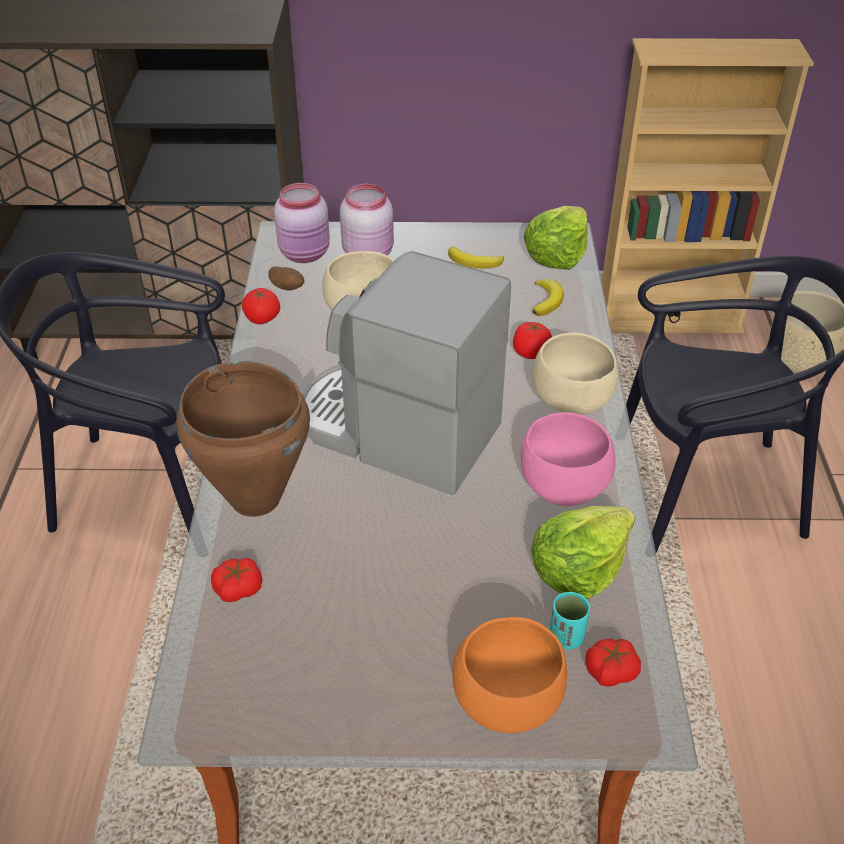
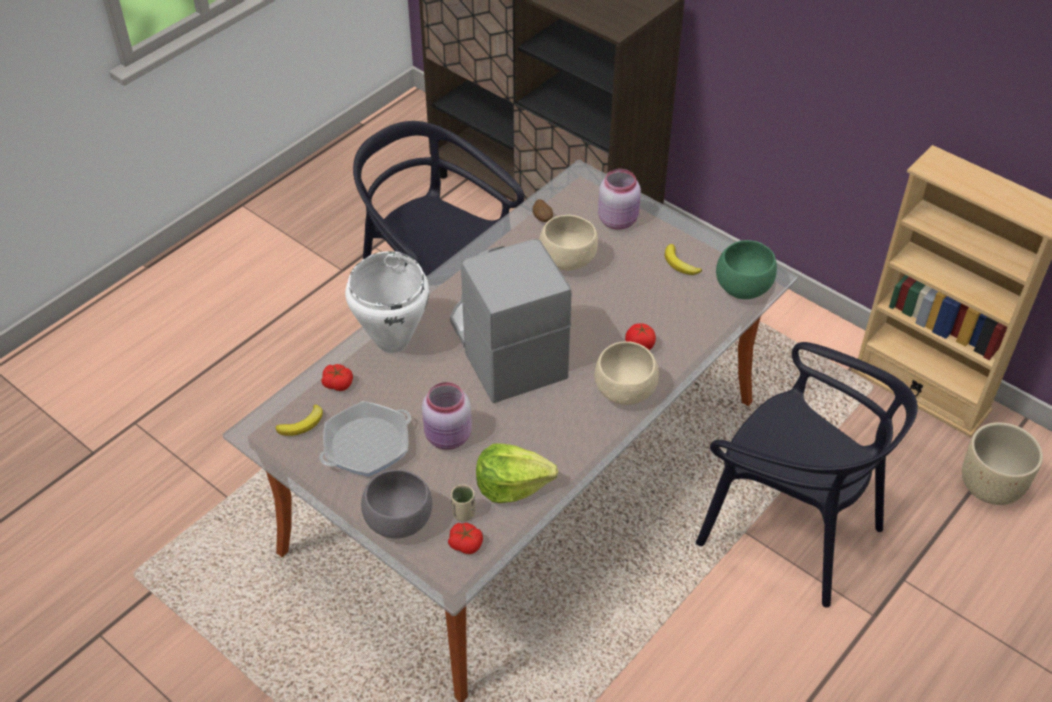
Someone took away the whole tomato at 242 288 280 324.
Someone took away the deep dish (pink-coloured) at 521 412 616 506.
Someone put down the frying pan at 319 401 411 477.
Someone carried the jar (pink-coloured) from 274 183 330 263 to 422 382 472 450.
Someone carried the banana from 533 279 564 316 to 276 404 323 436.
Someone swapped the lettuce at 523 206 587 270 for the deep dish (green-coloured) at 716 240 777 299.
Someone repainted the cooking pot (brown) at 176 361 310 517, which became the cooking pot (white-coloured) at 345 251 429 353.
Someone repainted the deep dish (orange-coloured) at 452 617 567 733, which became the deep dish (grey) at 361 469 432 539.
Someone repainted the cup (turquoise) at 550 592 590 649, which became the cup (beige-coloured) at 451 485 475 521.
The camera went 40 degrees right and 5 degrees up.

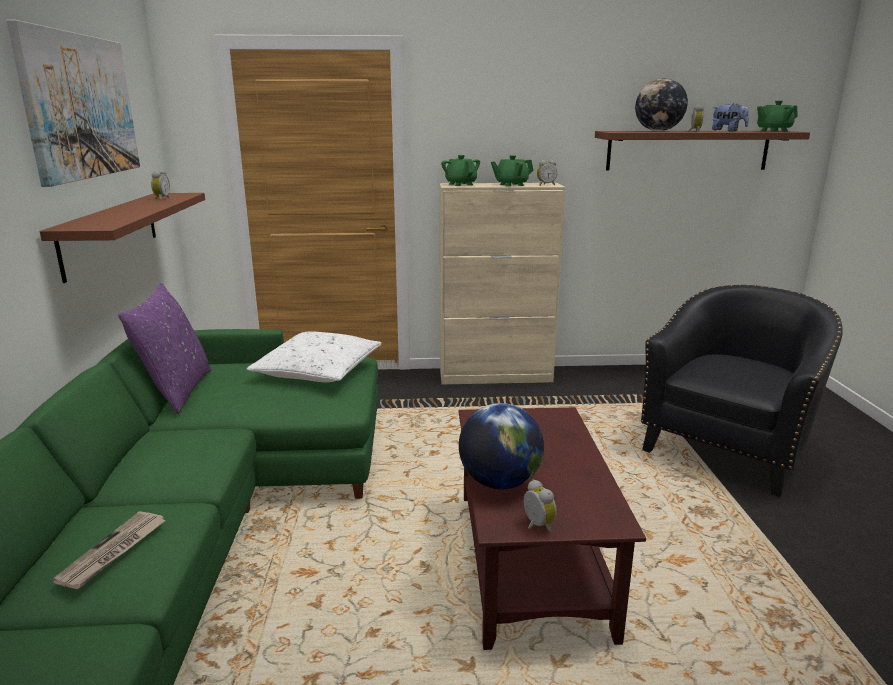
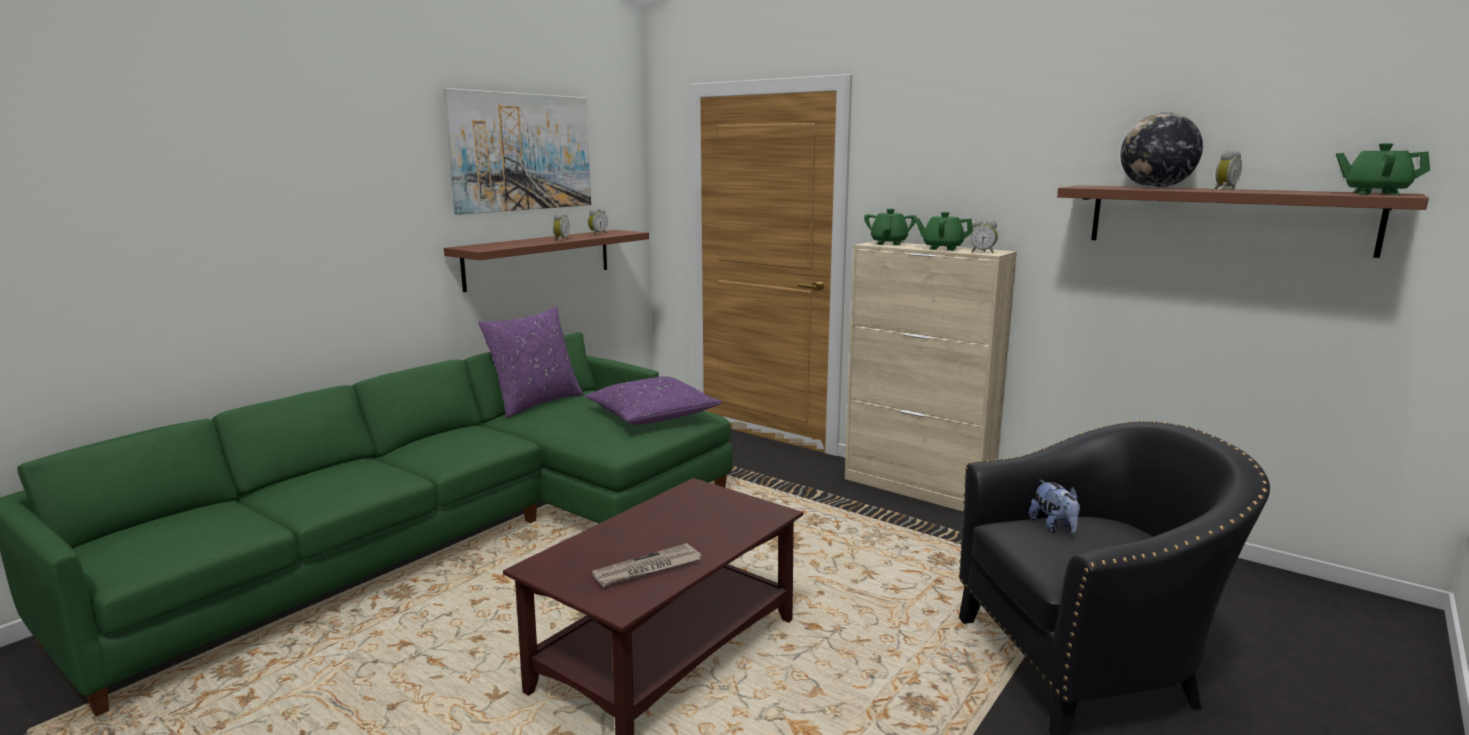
Someone took away the desk globe at 459 403 544 489.
Someone carried the printed paper from 52 511 166 589 to 592 543 702 587.
Someone carried the table clock from 524 479 557 533 to 553 212 570 241.
Someone carried the plush toy from 712 103 749 132 to 1029 480 1080 534.
Someone repainted the throw pillow (white-coloured) at 247 331 382 382, which became the throw pillow (purple-coloured) at 585 376 722 425.
The camera went 40 degrees right and 5 degrees down.

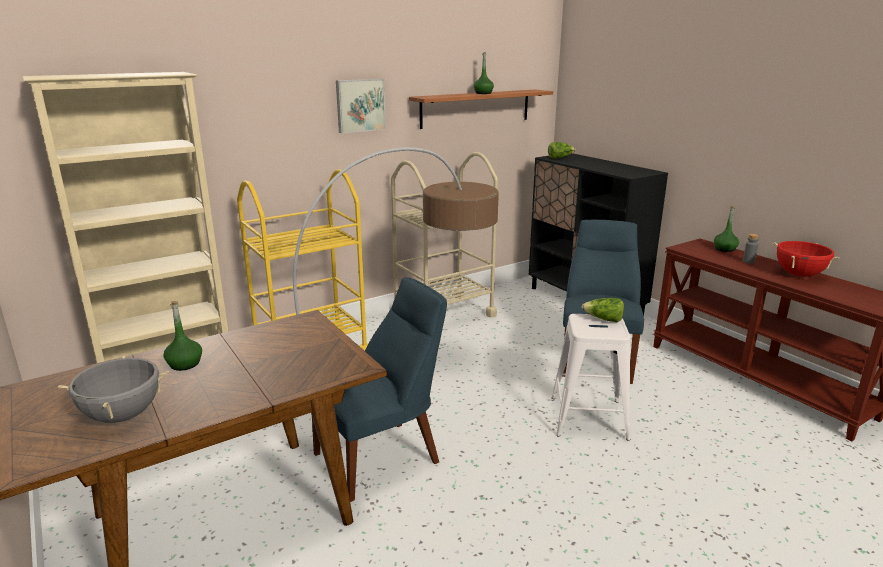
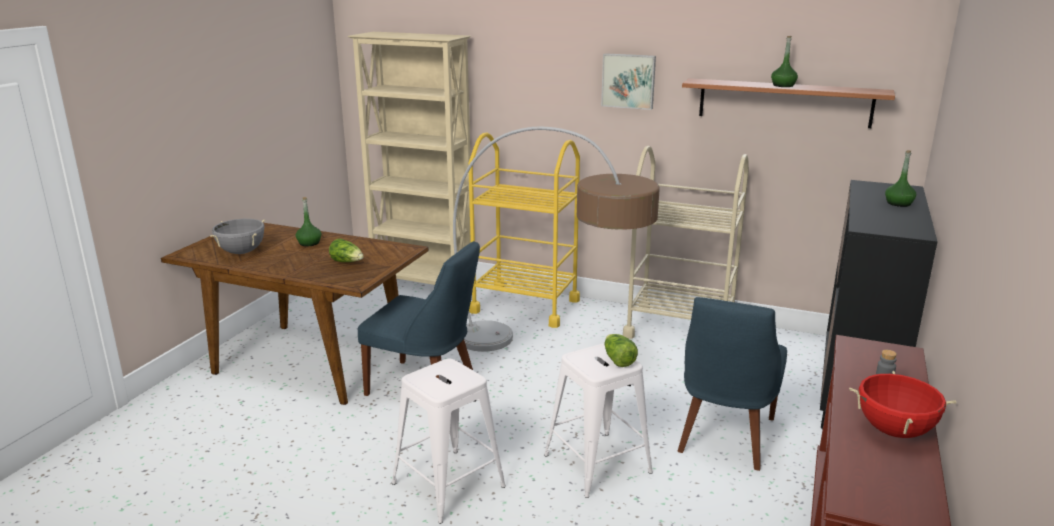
Someone put down the stool (white-coloured) at 392 359 506 524.
Someone carried the lettuce from 548 142 575 159 to 329 238 364 262.
Someone carried the bottle (green-coloured) from 714 206 739 252 to 885 150 916 207.
Someone rotated the chair (bluish) at 562 220 644 384 by 135 degrees clockwise.
The camera went 55 degrees right and 0 degrees up.

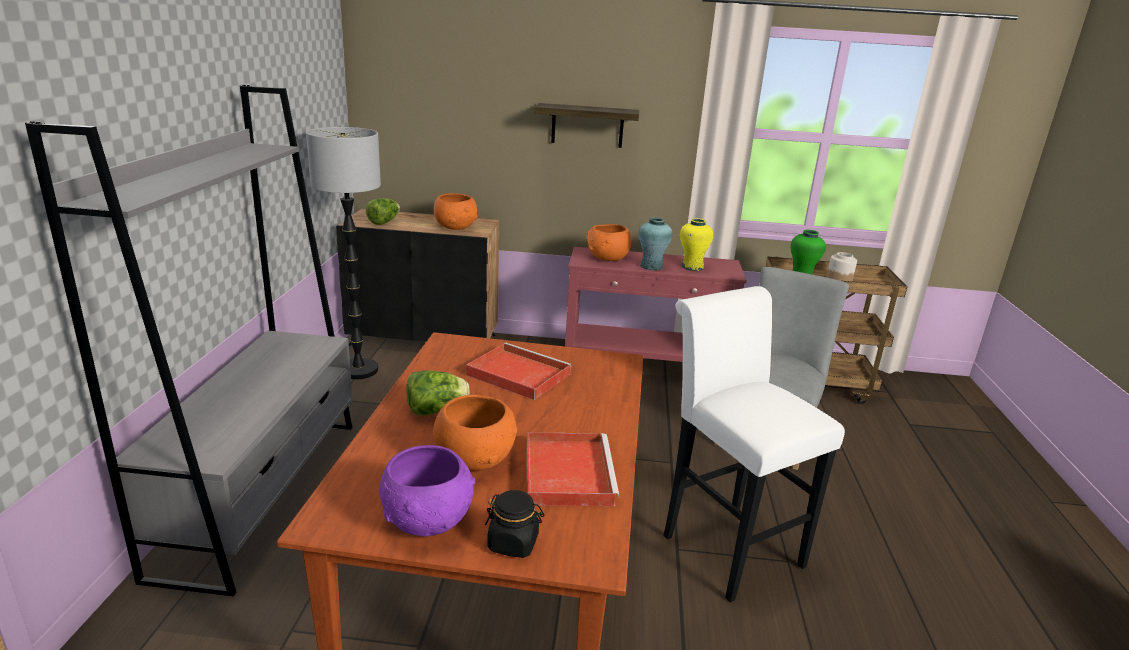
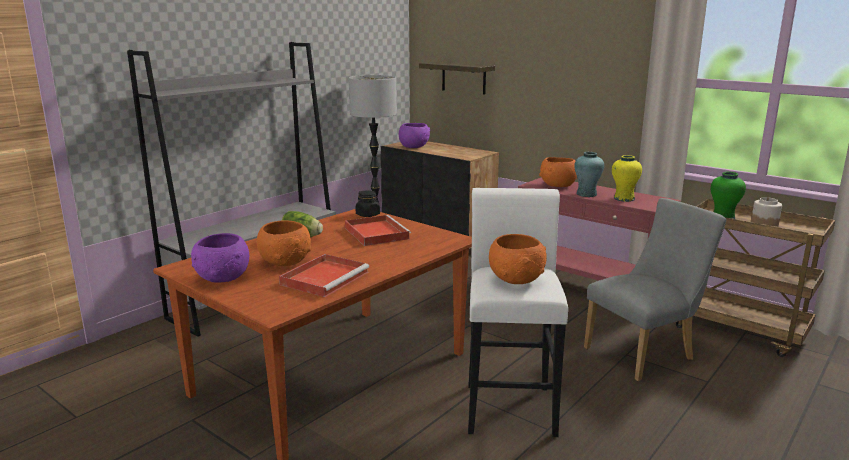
Someone carried the deep dish (orange-coloured) from 434 193 478 230 to 489 234 547 284.
Someone carried the jar (blackish) from 485 490 545 558 to 355 190 380 217.
Someone carried the shelf from 534 103 639 148 to 419 62 495 94.
Someone swapped the lettuce at 366 198 400 225 for the deep dish (purple-coloured) at 399 123 430 148.
The camera went 35 degrees right and 5 degrees down.

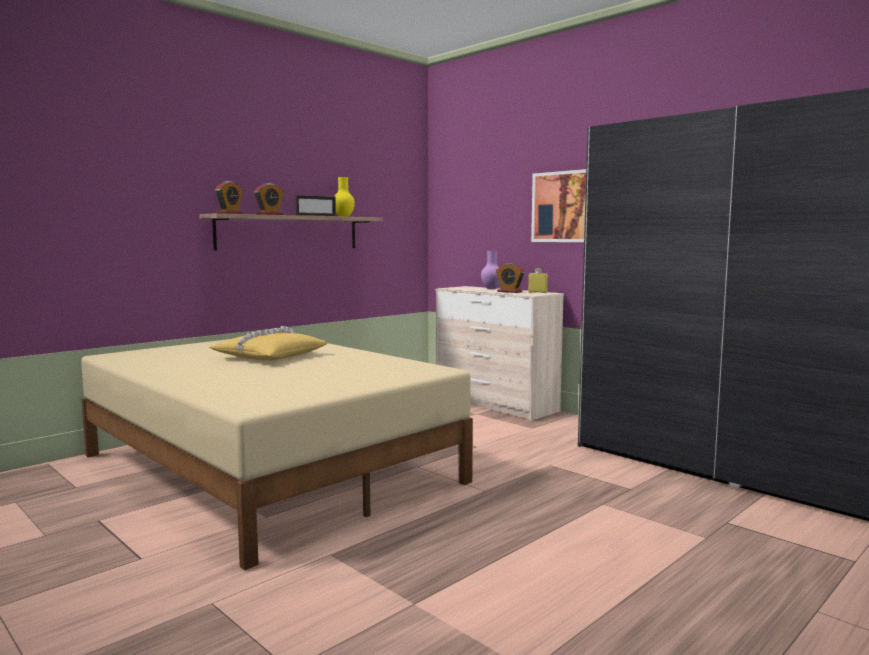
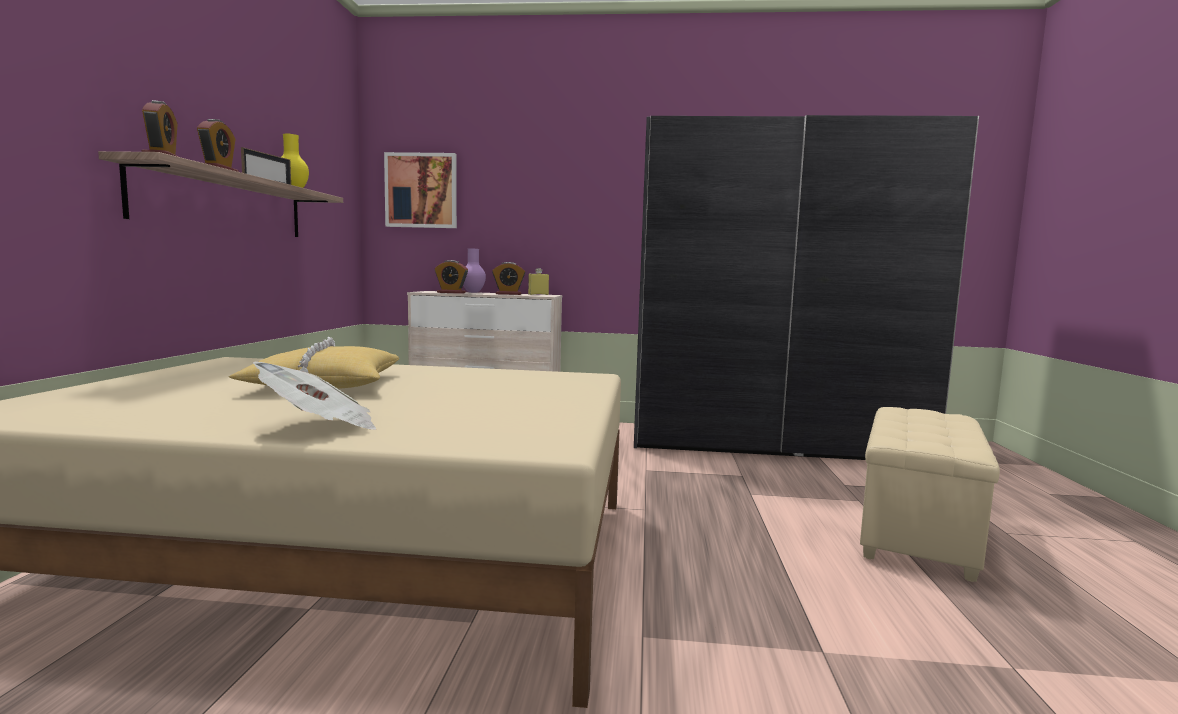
Someone put down the printed paper at 253 361 376 430.
Someone put down the table clock at 435 260 468 294.
Someone put down the pouffe (beige-coloured) at 860 407 1000 582.
Someone carried the wall art from 531 169 586 242 to 384 152 457 228.
The camera went 40 degrees left and 0 degrees up.

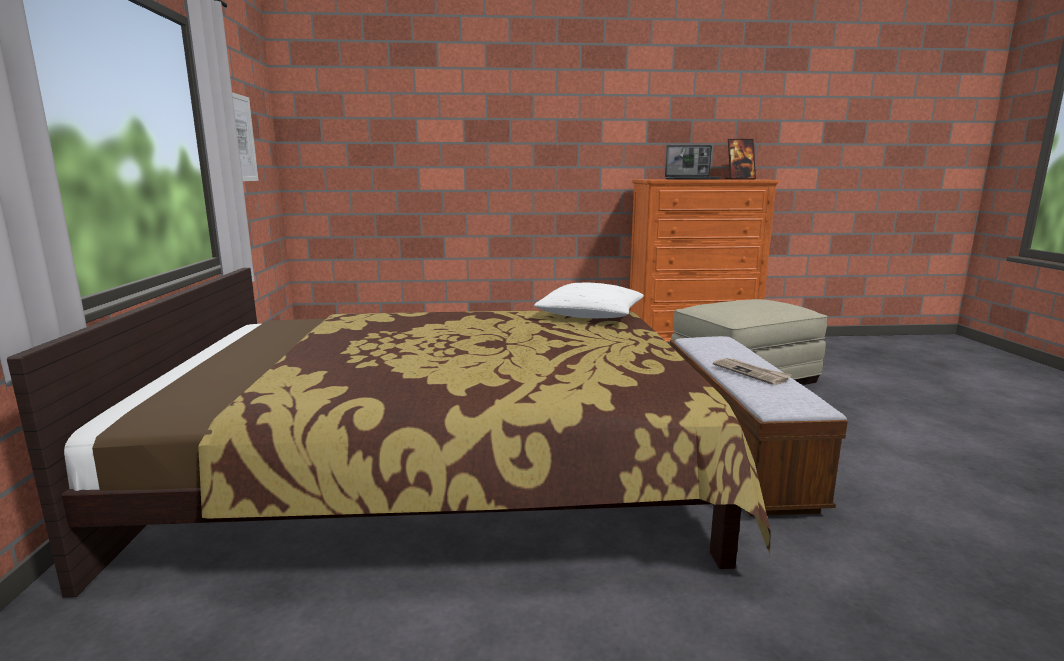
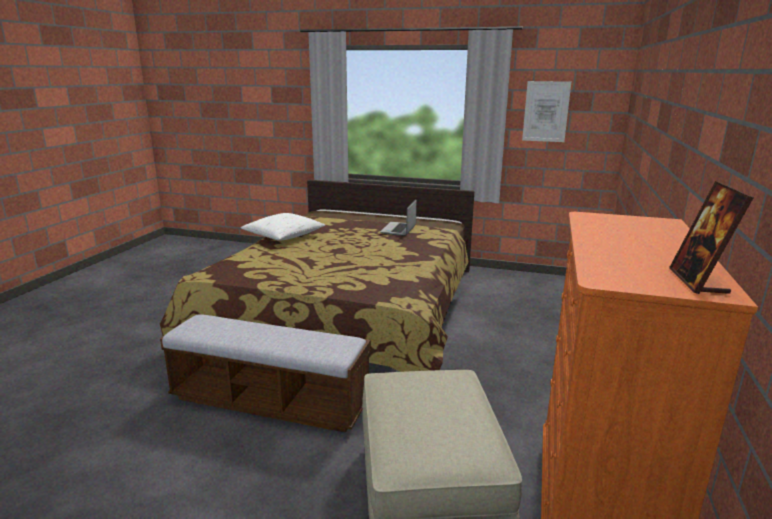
Someone took away the printed paper at 713 358 792 385.
Someone carried the throw pillow (white-coloured) from 534 282 644 318 to 241 213 325 241.
Someone carried the laptop from 665 145 721 179 to 380 199 417 236.
The camera went 110 degrees right and 5 degrees up.

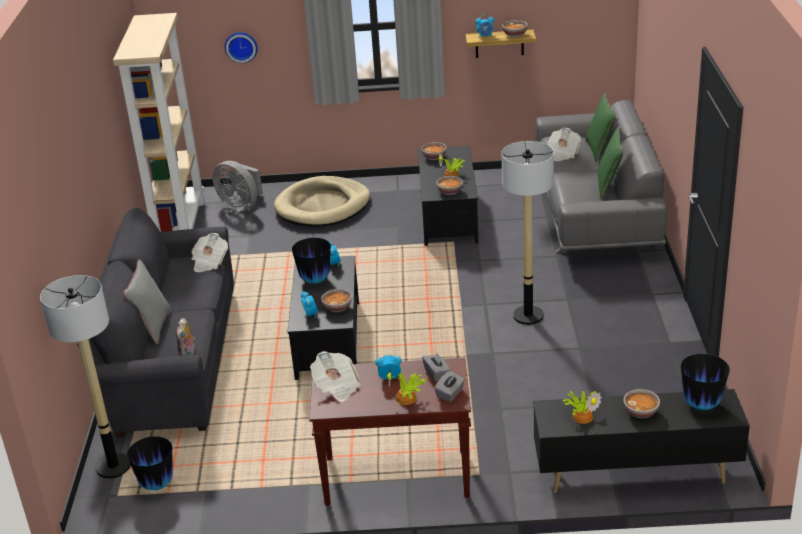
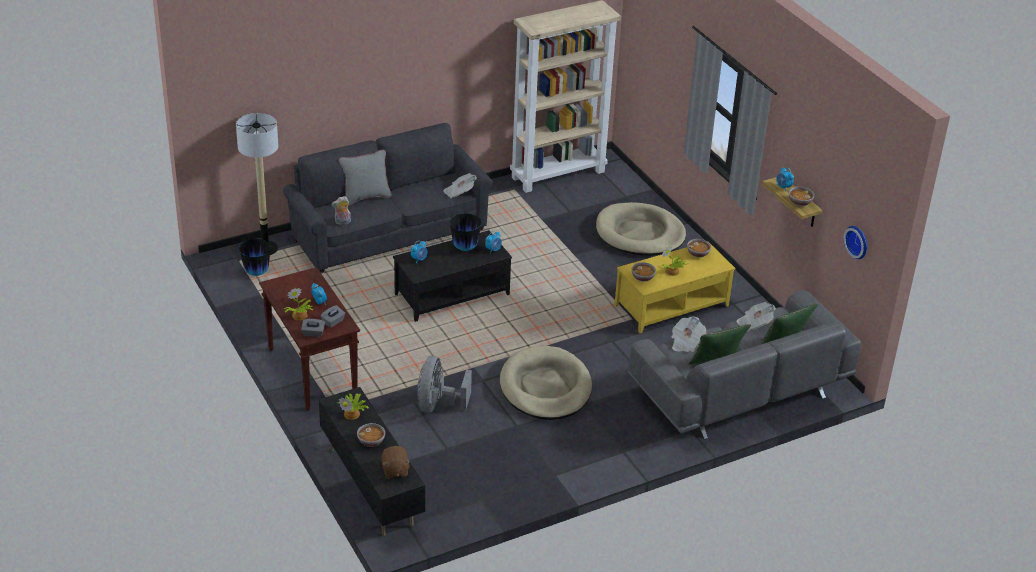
Someone took away the deep dish at 321 289 352 312.
Someone carried the electric fan (grey) from 213 161 263 211 to 418 356 472 413.
Someone carried the wall clock from 225 32 258 63 to 844 226 867 259.
Someone carried the printed paper from 310 351 361 402 to 671 316 707 352.
Someone swapped the standard lamp at 502 141 554 325 for the pet bed (beige-coloured) at 500 346 592 420.
Someone swapped the flower vase at 681 354 730 410 for the plush toy (brown) at 382 446 411 479.
Someone repainted the lounge table (blackish) at 418 146 478 246, which became the lounge table (yellow-coloured) at 615 244 735 333.
The camera went 60 degrees right and 5 degrees up.

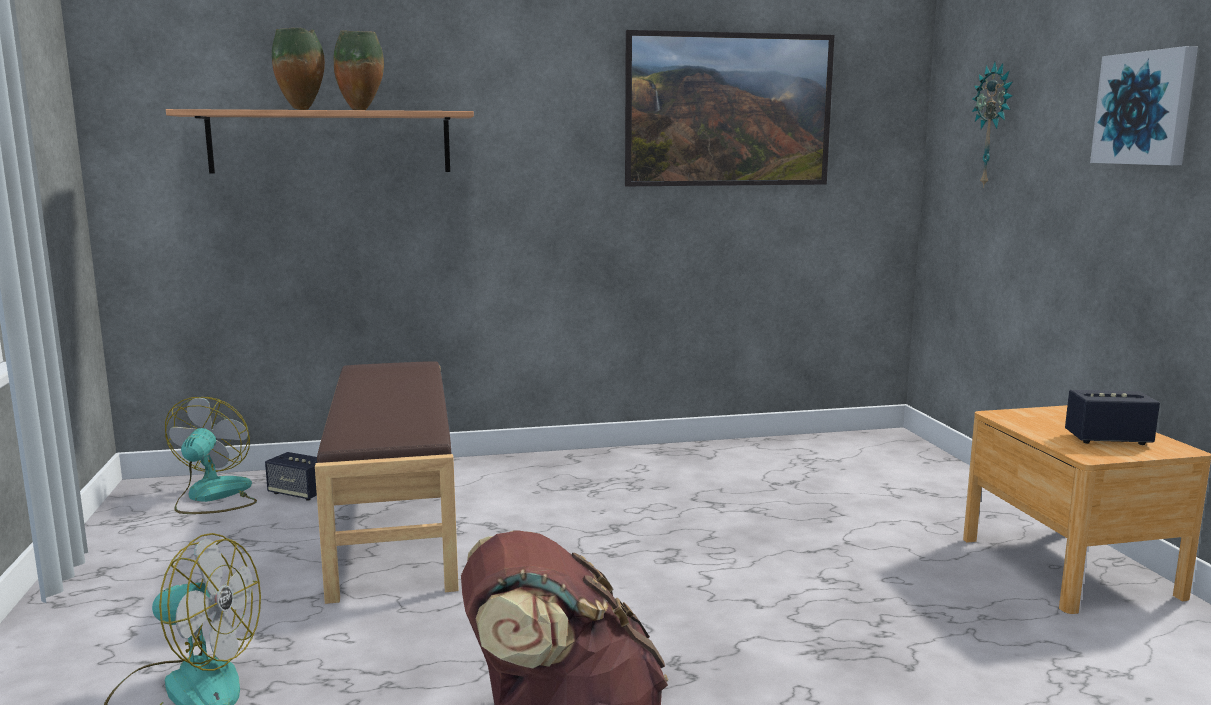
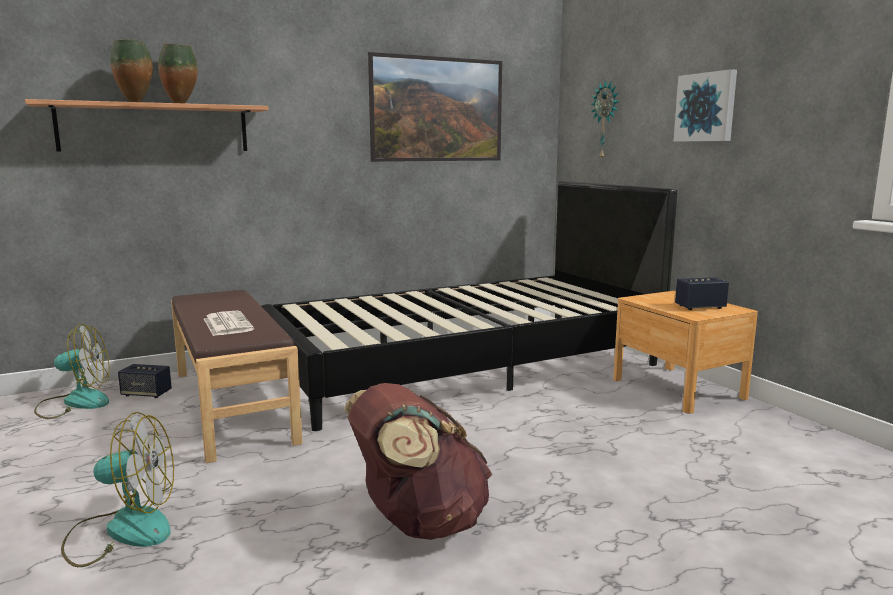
Someone put down the printed paper at 204 311 254 336.
Someone put down the bedroom bed (blackish) at 261 181 677 431.
Someone rotated the electric fan at 165 397 257 514 by 90 degrees clockwise.
The camera went 15 degrees left and 0 degrees up.

